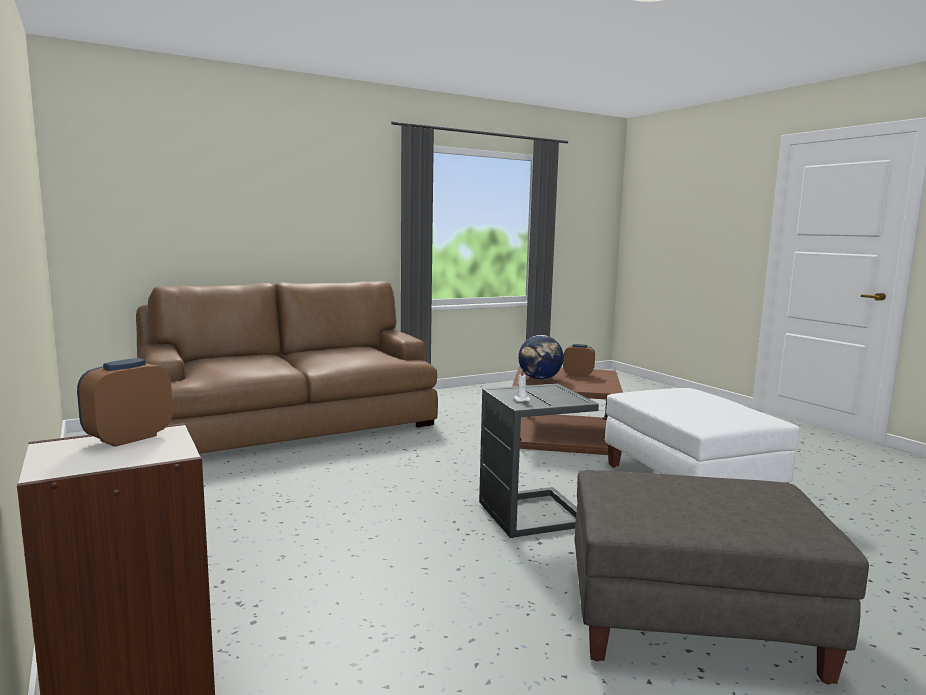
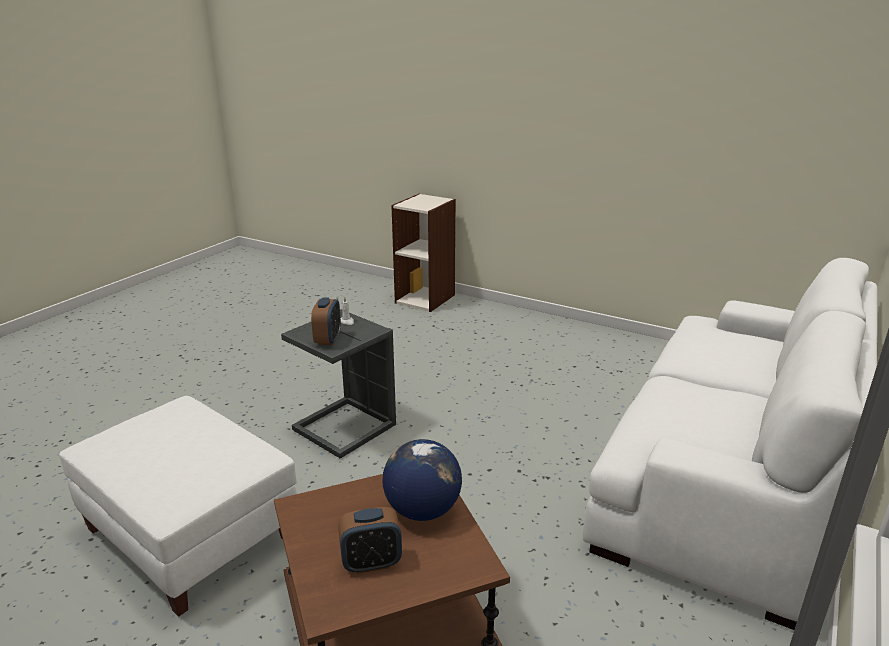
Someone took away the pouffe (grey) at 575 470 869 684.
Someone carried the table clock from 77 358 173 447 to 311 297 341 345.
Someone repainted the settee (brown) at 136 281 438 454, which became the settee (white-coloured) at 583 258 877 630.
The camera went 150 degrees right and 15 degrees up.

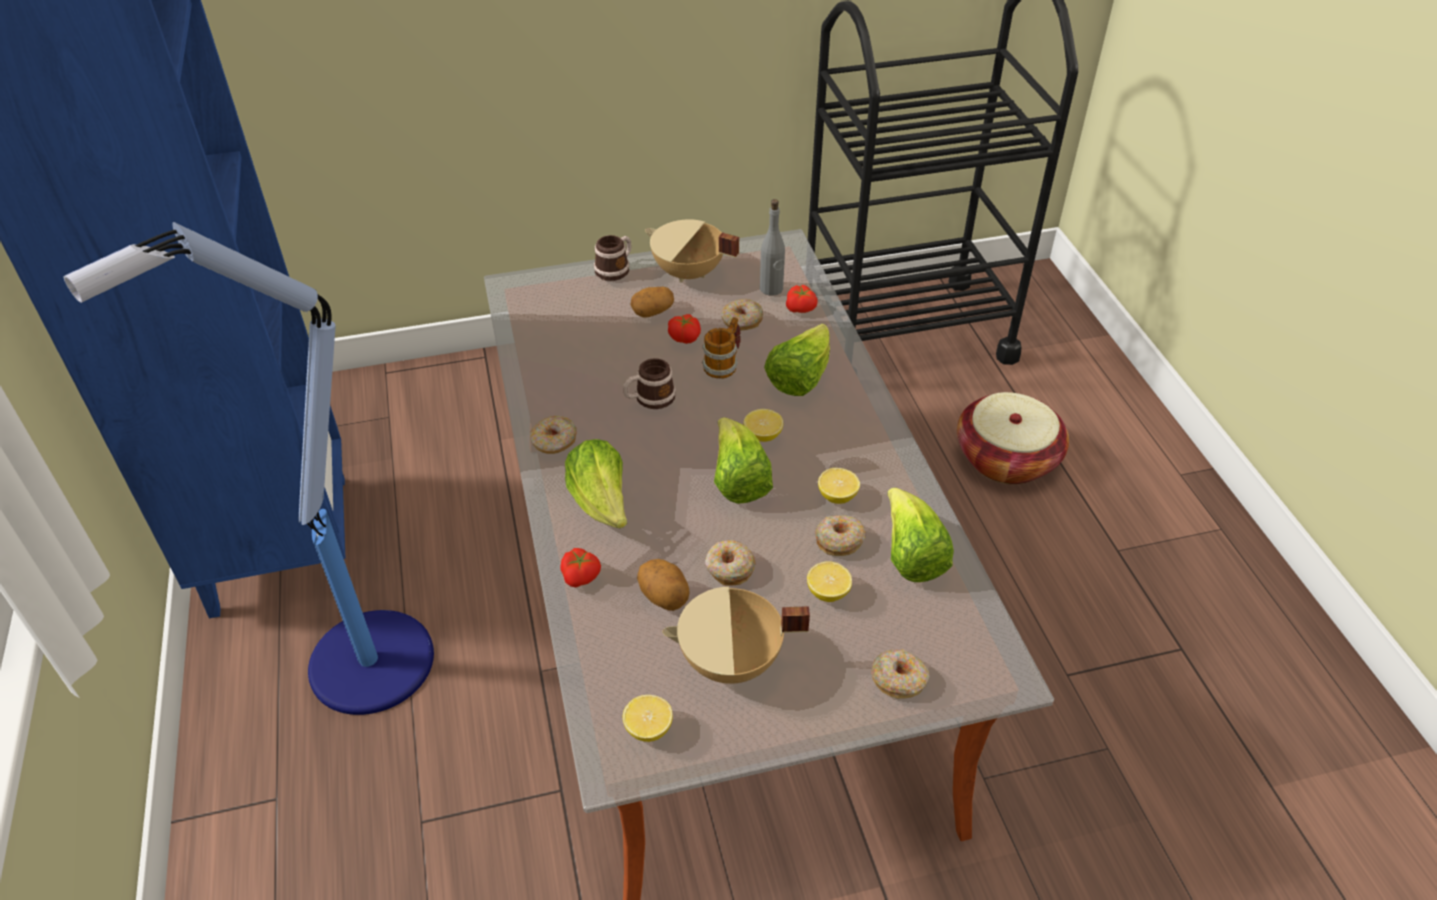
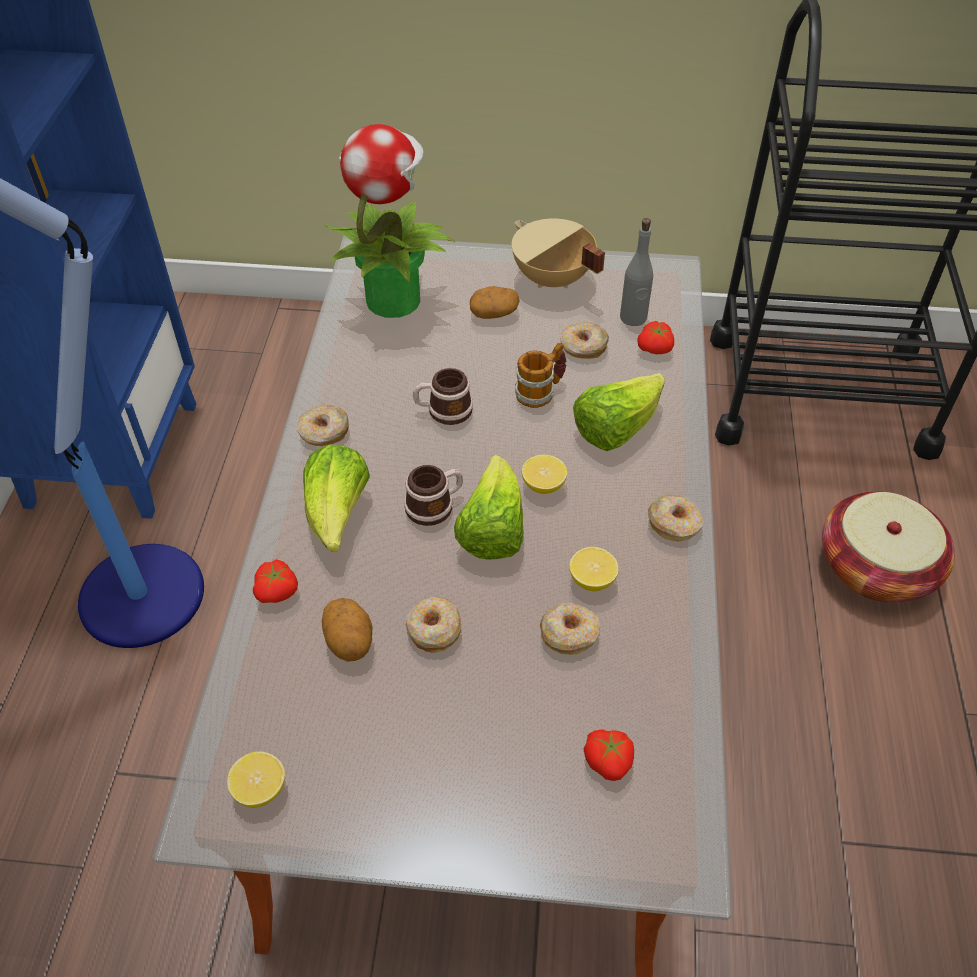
Someone took away the cooking pot (beige-coloured) at 662 587 810 684.
Someone took away the citrus fruit at 807 561 852 602.
Someone took away the lettuce at 887 487 954 582.
Someone put down the plant in a pot at 323 124 455 318.
Someone carried the coffee mug from 594 235 631 281 to 404 465 463 526.
Someone carried the whole tomato from 668 314 701 344 to 583 729 634 781.
Someone carried the doughnut from 871 649 930 699 to 648 494 704 541.
The camera went 20 degrees right and 5 degrees up.

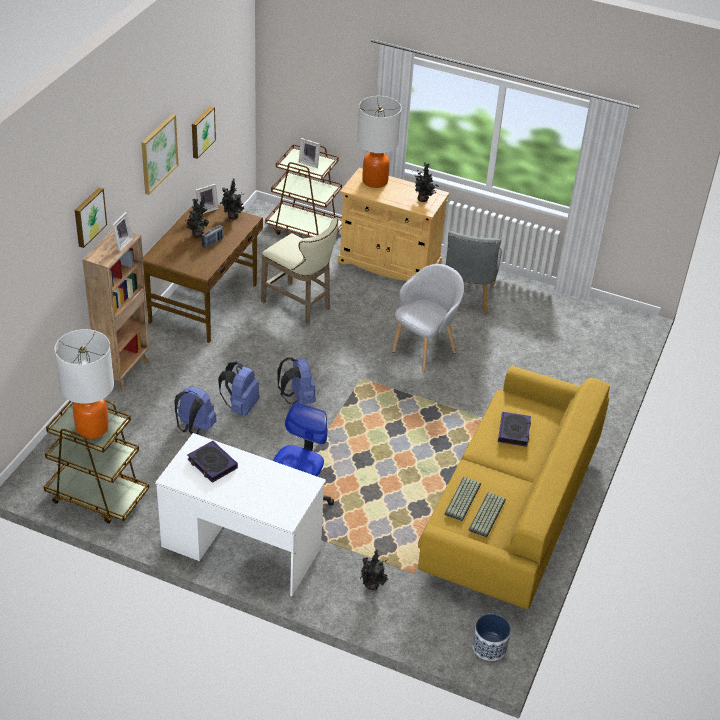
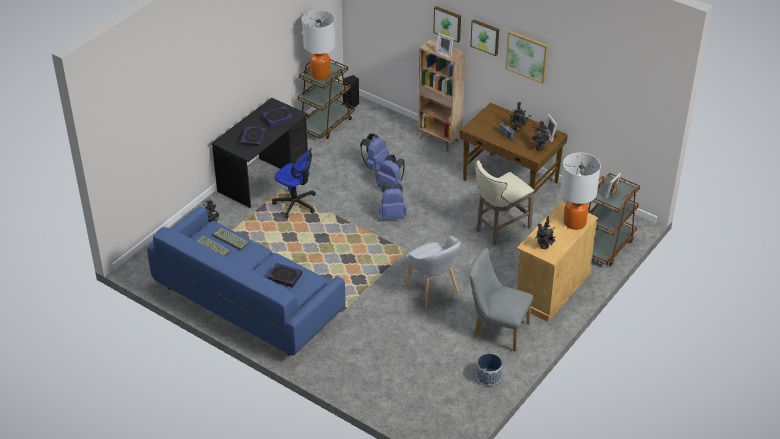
Someone put down the book at 240 126 266 148.
Someone put down the loudspeaker (blackish) at 343 75 359 109.
Someone carried the wall art from 192 106 216 159 to 470 19 499 56.
Someone carried the flower pot from 472 614 511 661 to 477 353 502 386.
Someone repainted the desk (white-coloured) at 155 433 326 596, which became the desk (blackish) at 211 98 308 208.
Someone repainted the settee (yellow-coloured) at 418 366 610 609, which became the settee (bluish) at 147 206 346 356.
The camera went 105 degrees right and 0 degrees up.

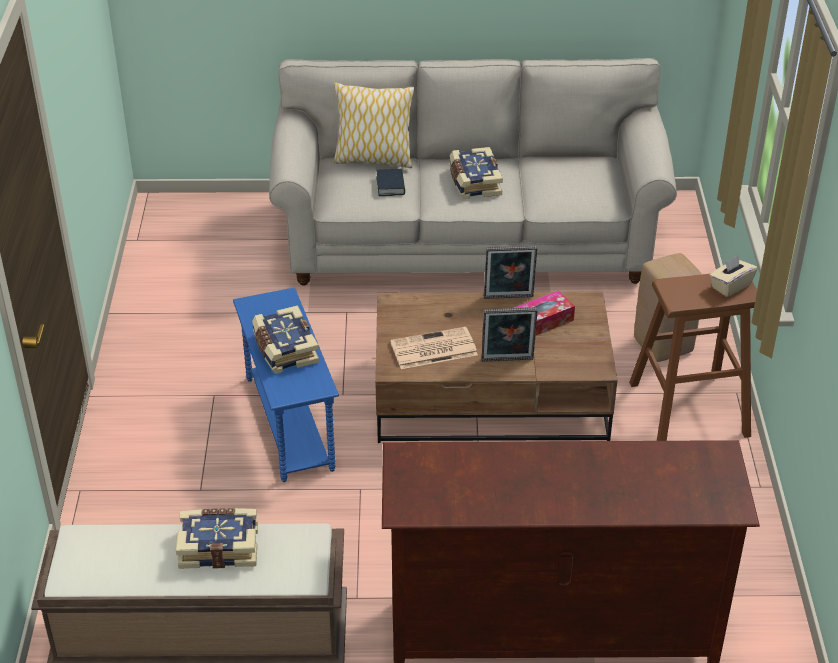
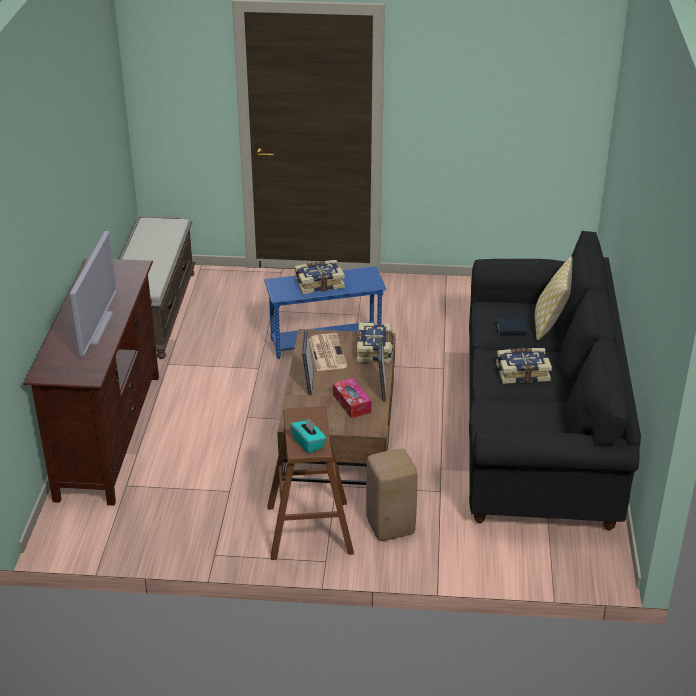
Someone put down the TV at 69 231 117 356.
Someone carried the book from 176 508 258 569 to 357 323 394 363.
Someone repainted the settee (beige-coloured) at 269 58 677 286, which became the settee (blackish) at 469 230 641 530.
Someone repainted the box of tissues (beige-coloured) at 709 255 757 297, which became the box of tissues (turquoise) at 290 418 326 453.
The camera went 95 degrees right and 5 degrees down.

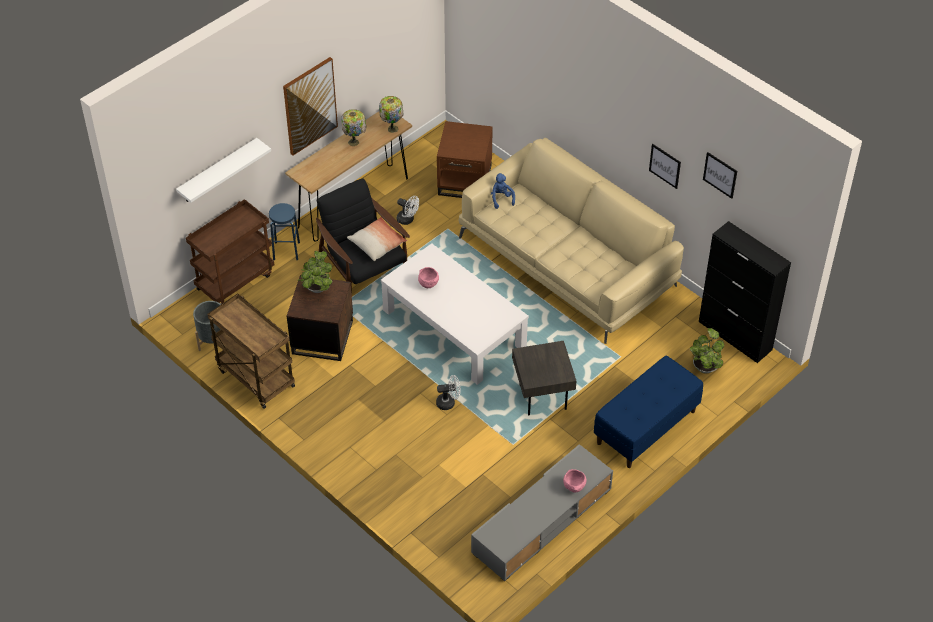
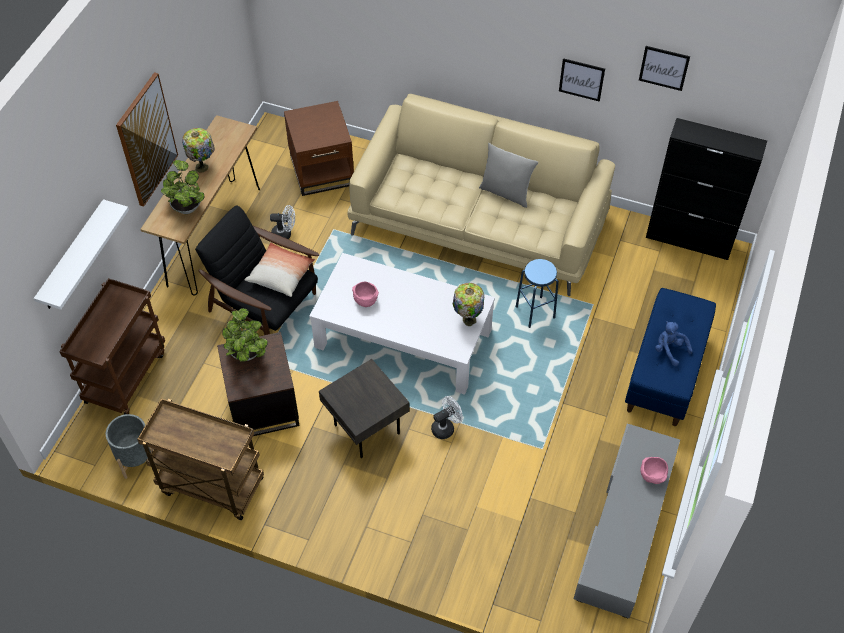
Someone put down the throw pillow (grey) at 479 143 538 208.
Someone carried the stool (bluish) from 269 203 300 260 to 516 259 559 328.
Someone carried the tabletop lamp from 379 96 403 133 to 453 283 484 326.
Someone carried the plush toy (bluish) from 491 173 515 209 to 655 321 693 366.
Someone carried the end table (grey) from 512 341 576 415 to 319 359 410 458.
Someone carried the plant in a pot from 690 328 724 374 to 161 160 205 214.
The camera went 25 degrees left and 5 degrees up.

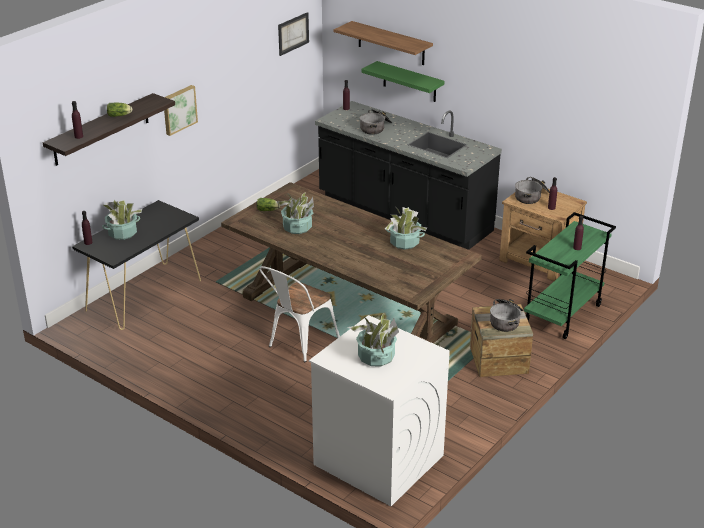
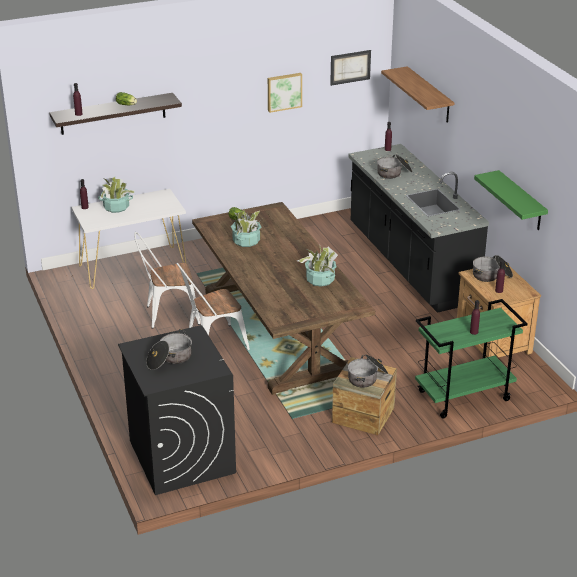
Someone put down the chair (white-coloured) at 134 232 200 329.
Someone carried the wall art from 164 85 198 136 to 268 73 302 113.
Someone carried the shelf (green-coloured) from 361 61 444 102 to 474 170 548 230.
Someone swapped the plant in a pot at 348 313 399 366 for the cooking pot at 146 329 192 370.
Someone repainted the narrow table (blackish) at 72 200 201 330, which became the narrow table (white-coloured) at 71 189 186 289.
Someone repainted the laundry machine (white-coloured) at 309 315 450 506, which became the laundry machine (blackish) at 118 325 236 495.
The camera went 30 degrees right and 0 degrees up.

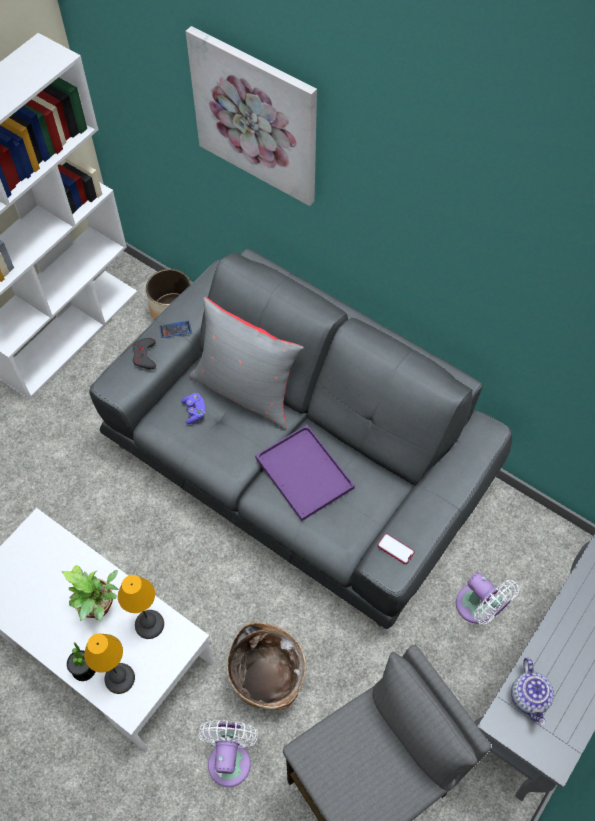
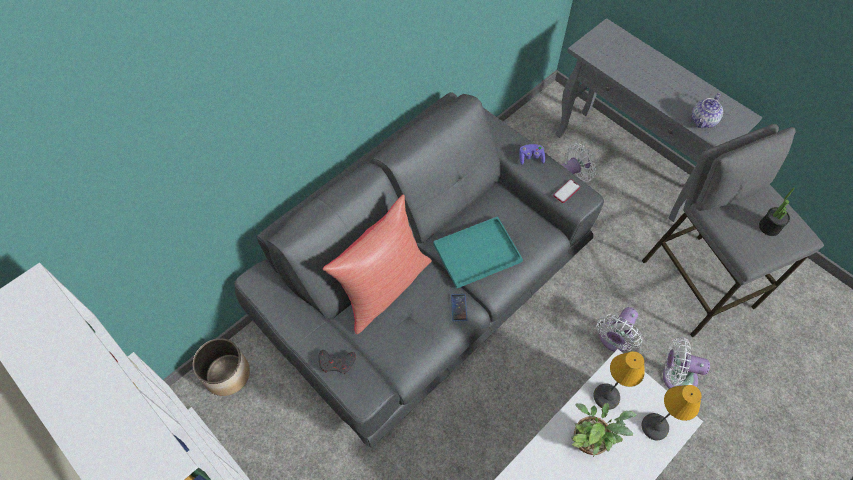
Someone took away the wall art at 186 26 317 206.
Someone carried the plant in a pot from 67 642 96 681 to 759 187 795 236.
Someone carried the handset from 159 320 192 338 to 451 294 467 321.
Someone carried the game controller (purple-coloured) from 181 393 205 424 to 519 144 545 165.
Someone swapped the basket at 226 622 306 710 for the electric fan (white-coloured) at 597 307 642 352.
Someone repainted the throw pillow (grey) at 189 297 304 429, which became the throw pillow (red-coloured) at 323 194 432 334.
Someone repainted the tray (purple-coloured) at 255 425 355 521, which became the tray (turquoise) at 433 216 523 289.
Someone rotated the tea pot at 511 657 554 726 by 120 degrees clockwise.
The camera went 80 degrees left and 0 degrees up.

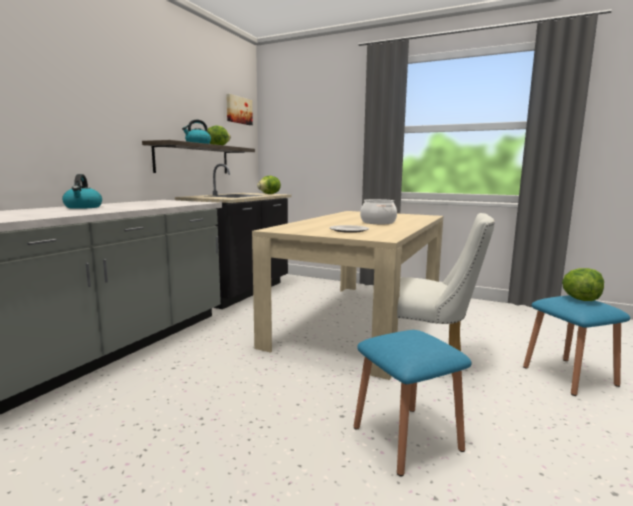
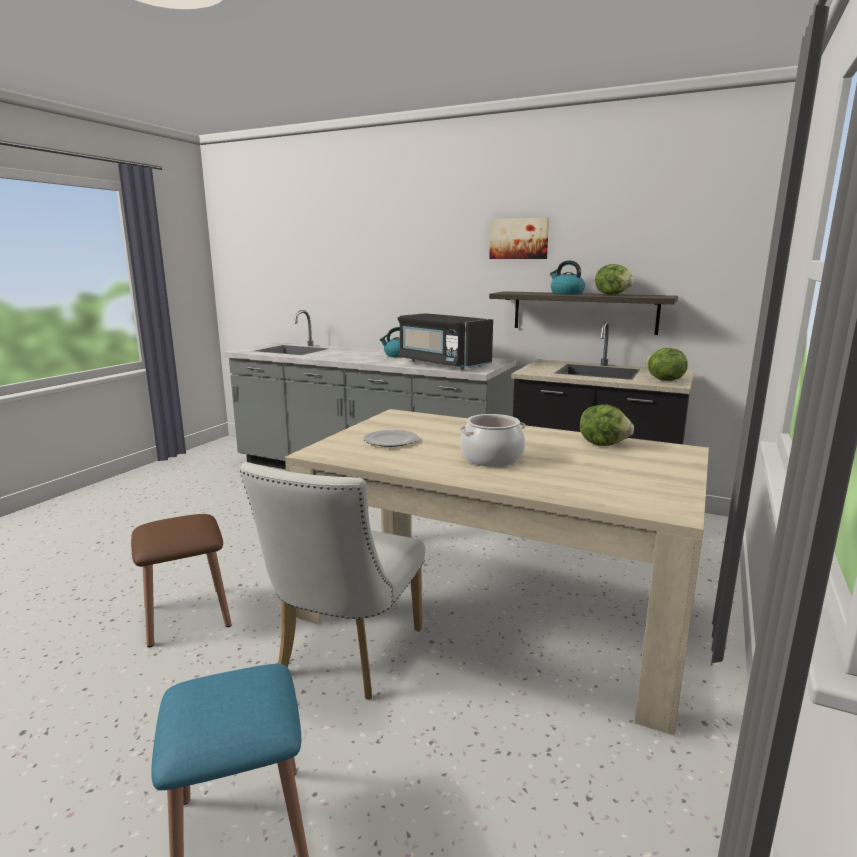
Someone put down the microwave oven (blackish) at 398 313 493 370.
Someone carried the wall art from 226 94 253 125 to 489 218 549 259.
Someone carried the lettuce from 562 268 604 301 to 580 404 634 446.
Someone repainted the stool (bluish) at 354 330 472 477, which became the stool (brown) at 131 514 232 648.
The camera went 90 degrees right and 5 degrees up.

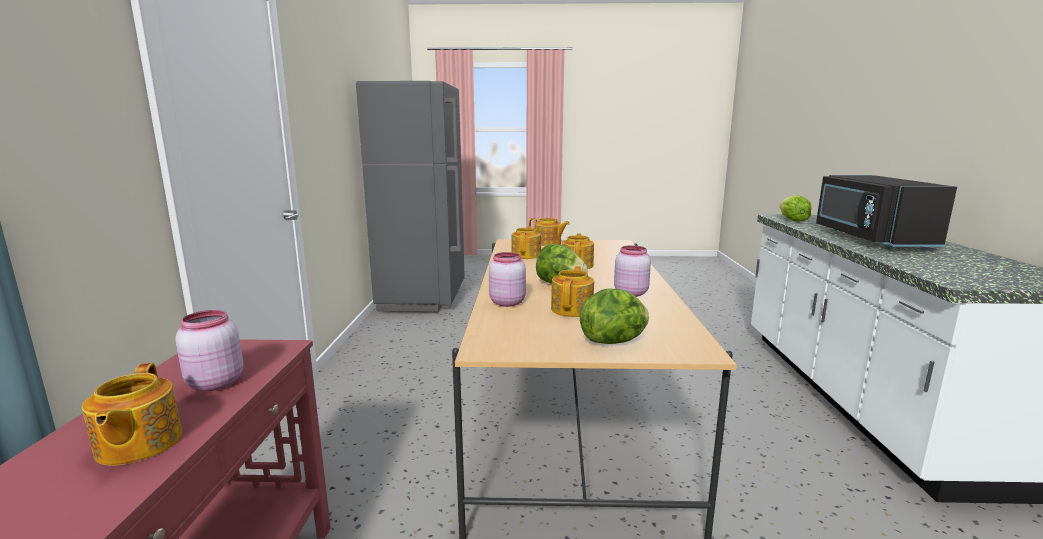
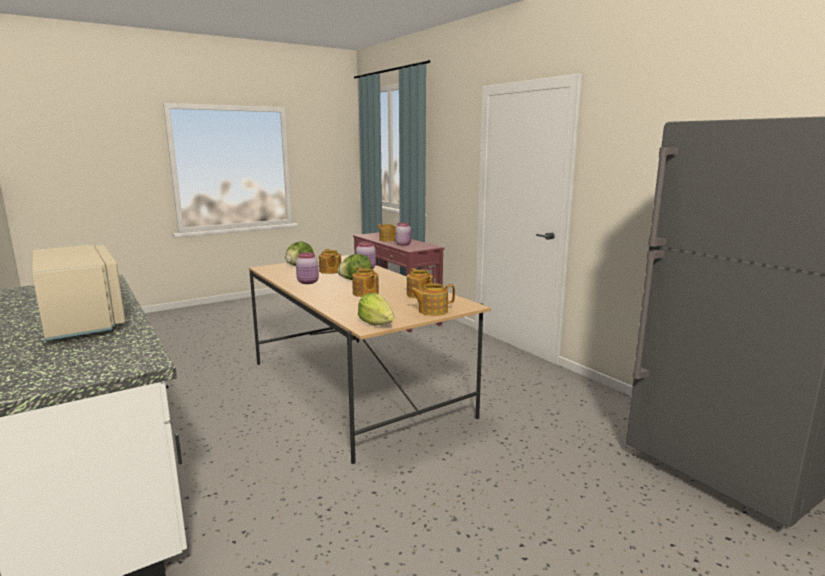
Someone carried the lettuce from 780 195 812 222 to 358 293 394 325.
Someone repainted the microwave oven (blackish) at 816 175 957 249, which became the microwave oven (beige-coloured) at 32 244 126 341.
The camera went 145 degrees right and 0 degrees up.

